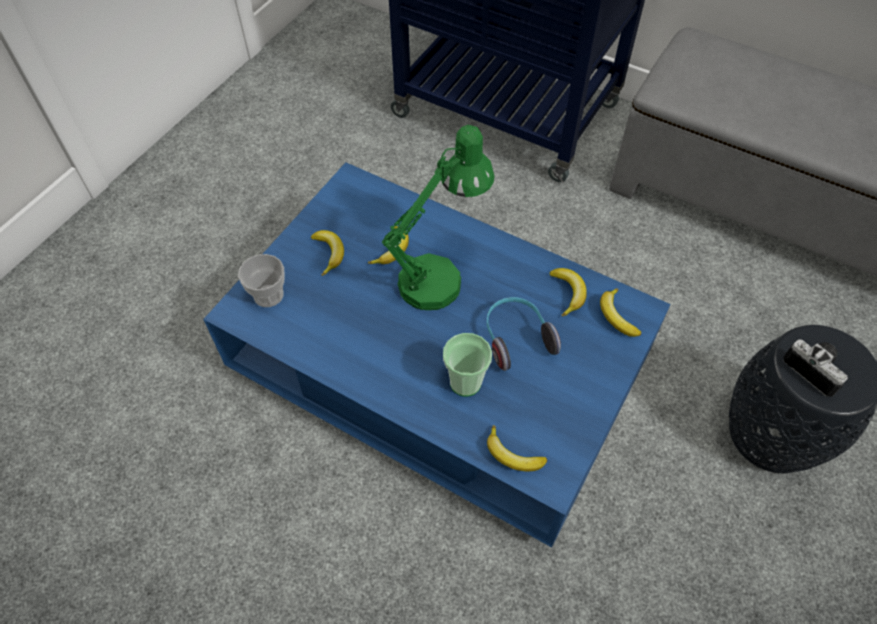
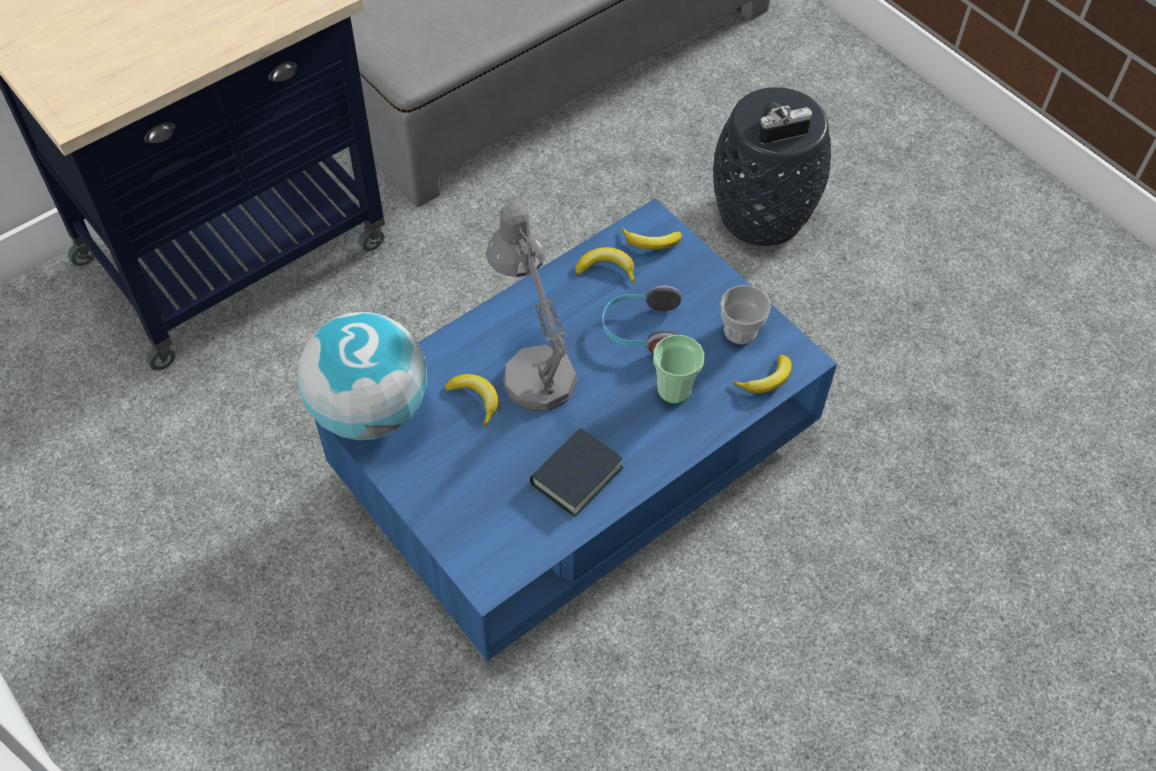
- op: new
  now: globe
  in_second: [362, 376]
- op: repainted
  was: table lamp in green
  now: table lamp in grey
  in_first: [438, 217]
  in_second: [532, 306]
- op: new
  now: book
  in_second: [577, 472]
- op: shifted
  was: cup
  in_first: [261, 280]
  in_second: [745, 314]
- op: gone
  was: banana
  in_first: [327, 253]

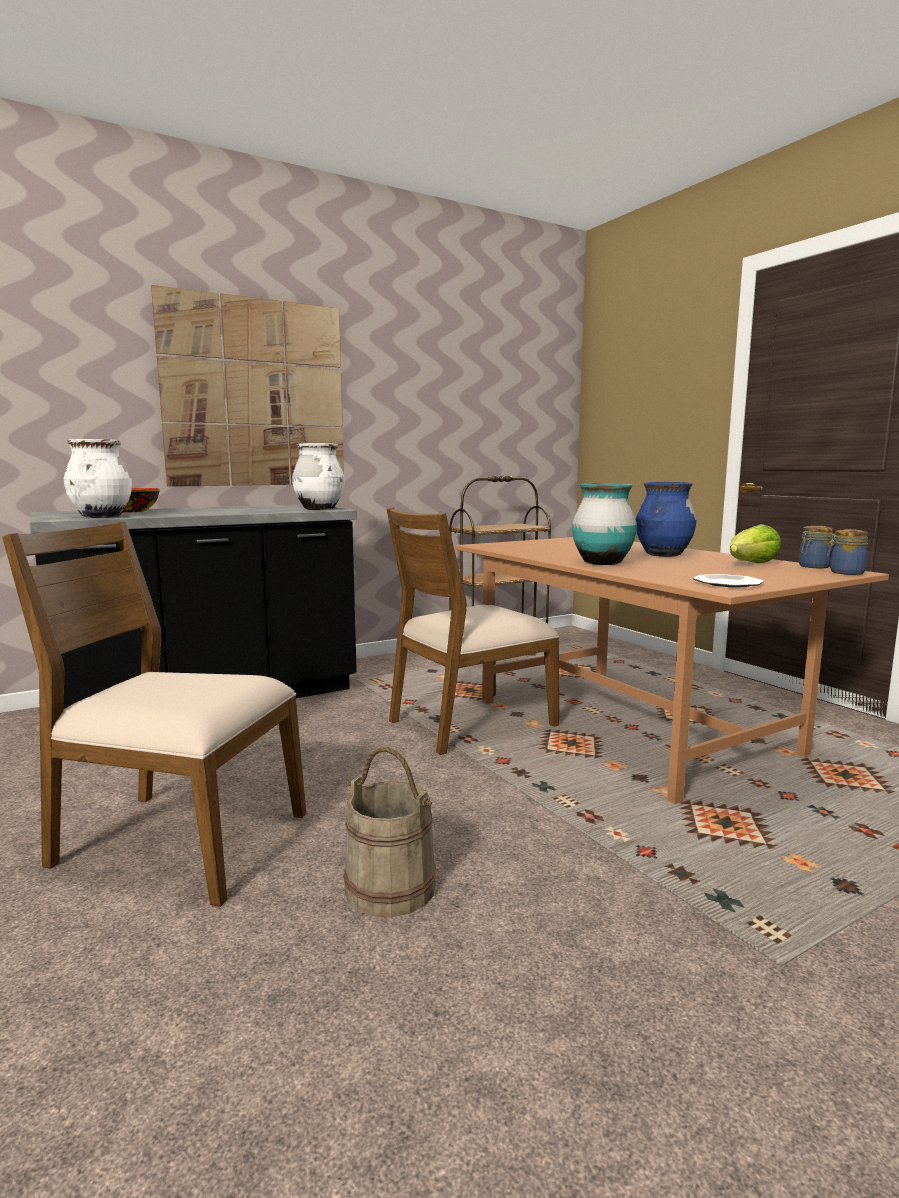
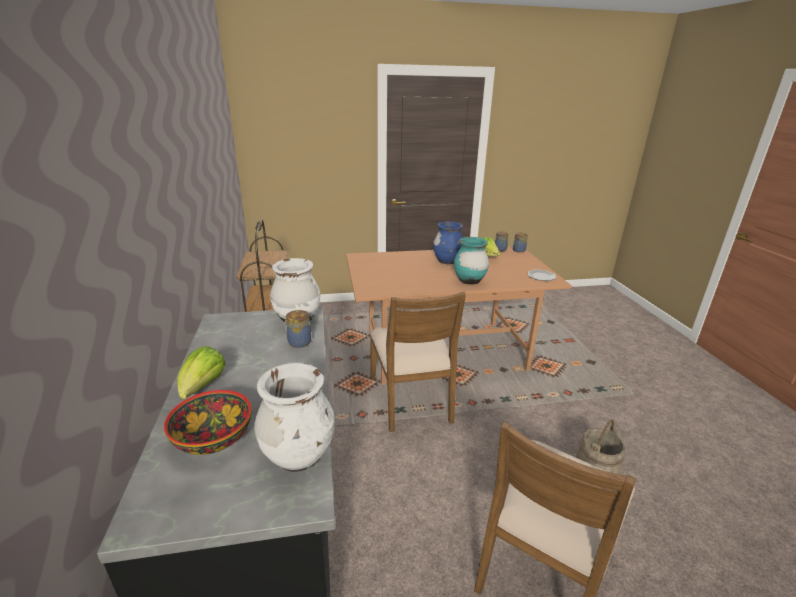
- op: new
  now: lettuce
  in_second: [201, 372]
- op: new
  now: jar
  in_second: [297, 329]
- op: gone
  was: picture
  in_first: [247, 386]

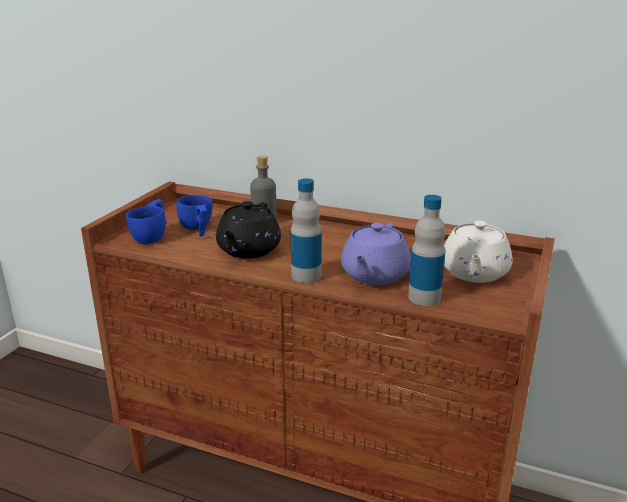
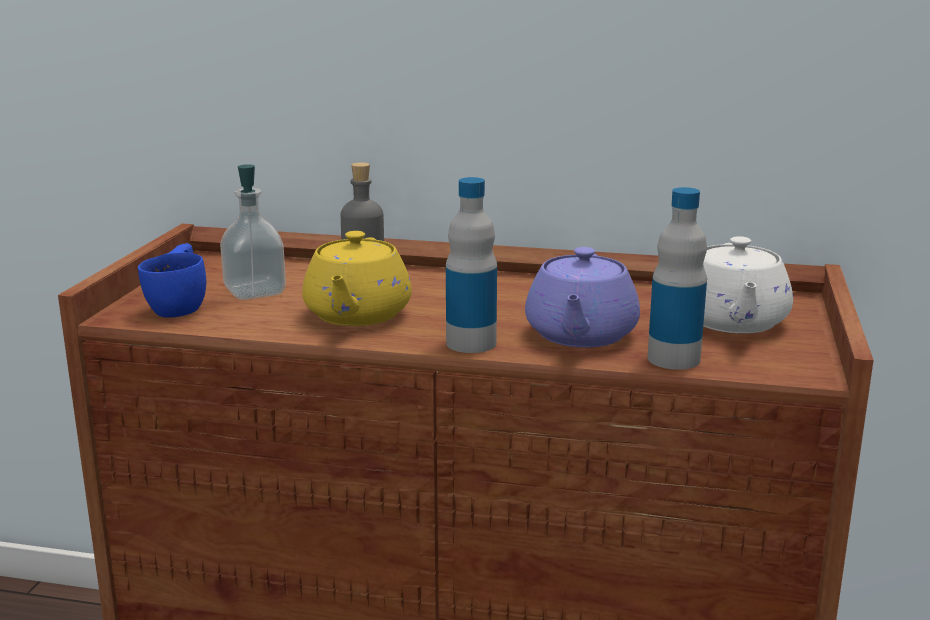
- op: swapped
  was: cup in blue
  now: soap dispenser
  in_first: [194, 216]
  in_second: [253, 232]
- op: repainted
  was: teapot in black
  now: teapot in yellow
  in_first: [248, 230]
  in_second: [357, 278]

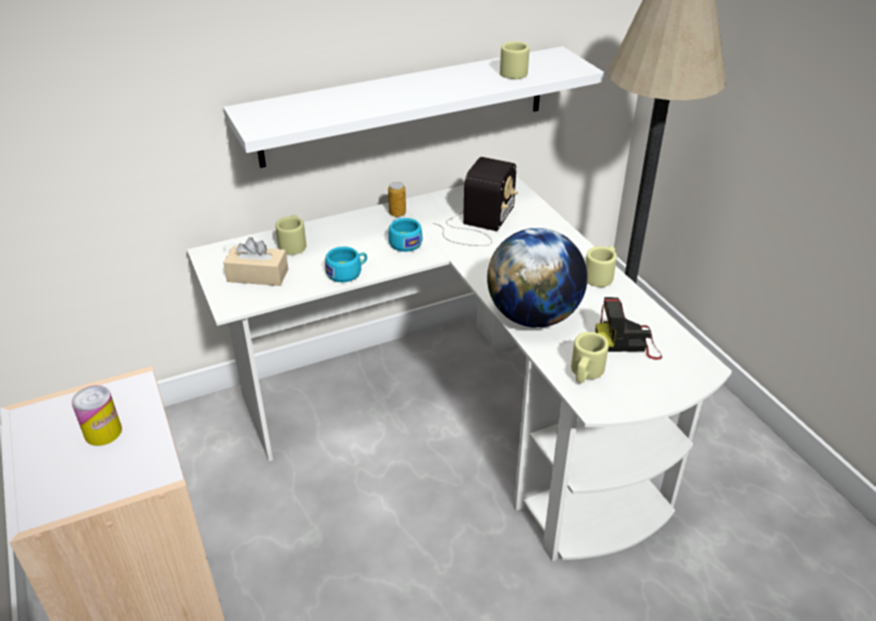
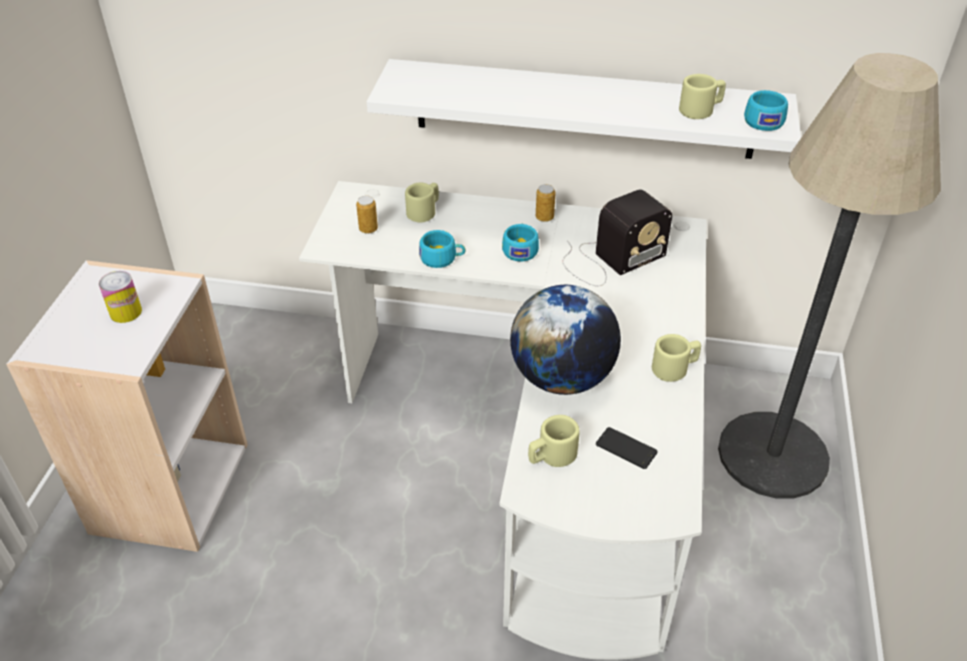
- op: swapped
  was: tissue box in beige
  now: can
  in_first: [255, 261]
  in_second: [367, 215]
- op: swapped
  was: photo camera
  now: phone
  in_first: [629, 328]
  in_second: [627, 448]
- op: new
  now: cup in turquoise
  in_second: [766, 110]

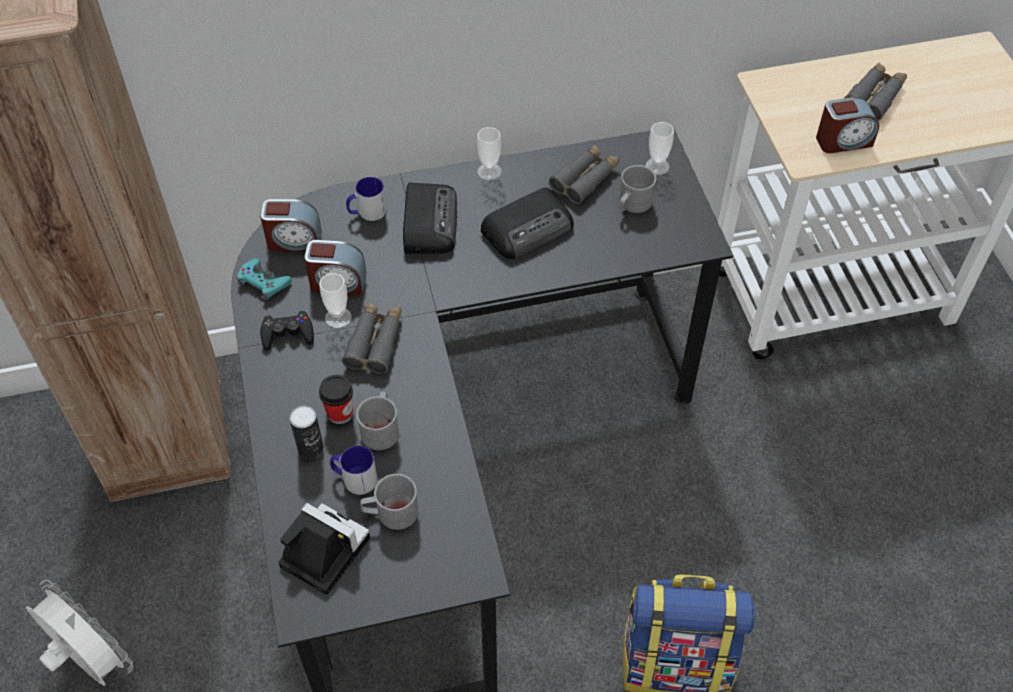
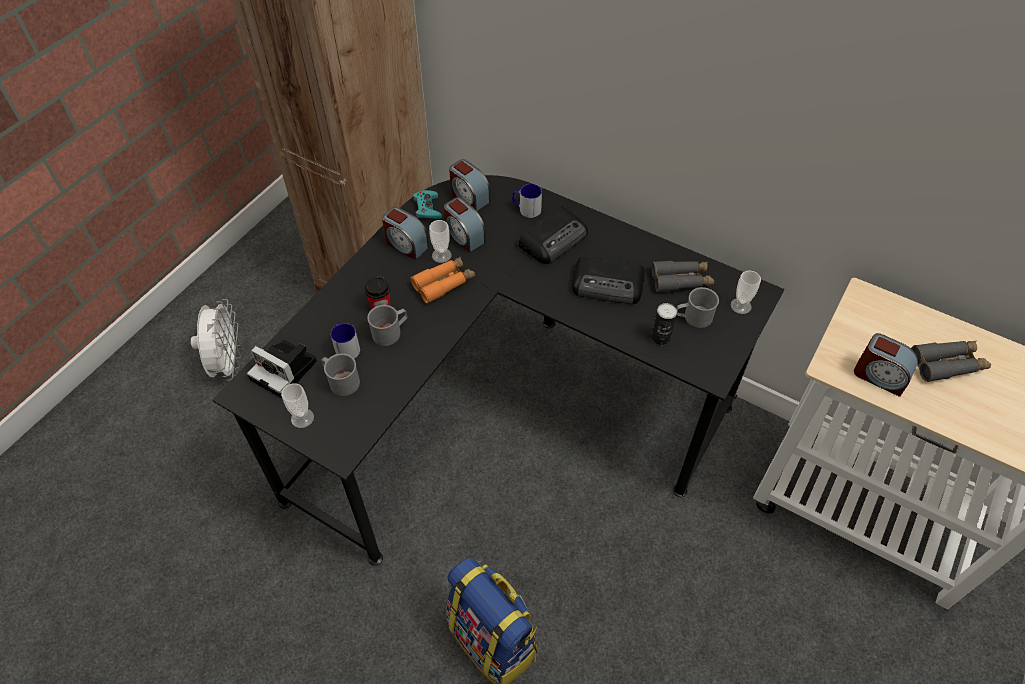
- op: rotated
  was: photo camera
  in_first: [324, 549]
  in_second: [282, 369]
  clockwise: 135
- op: shifted
  was: cup
  in_first: [489, 153]
  in_second: [297, 405]
- op: swapped
  was: game controller in black
  now: alarm clock
  in_first: [287, 330]
  in_second: [405, 233]
- op: repainted
  was: binoculars in grey
  now: binoculars in orange
  in_first: [372, 338]
  in_second: [443, 280]
- op: shifted
  was: can
  in_first: [306, 432]
  in_second: [664, 324]

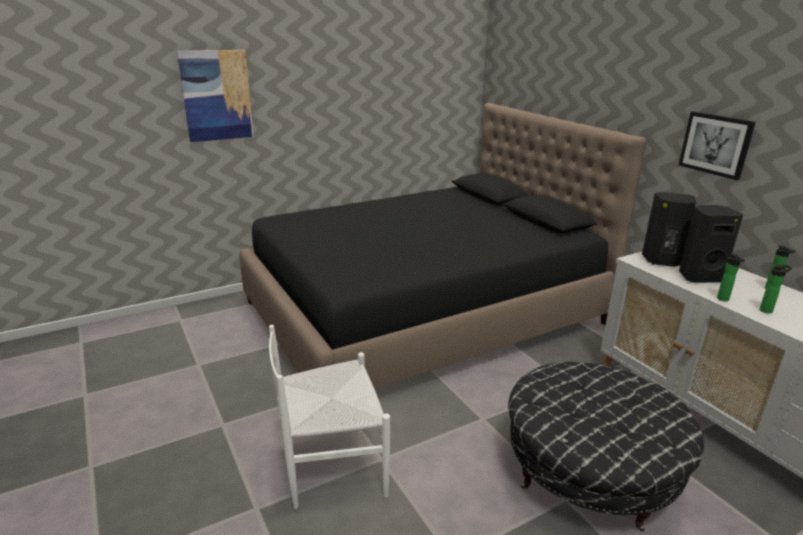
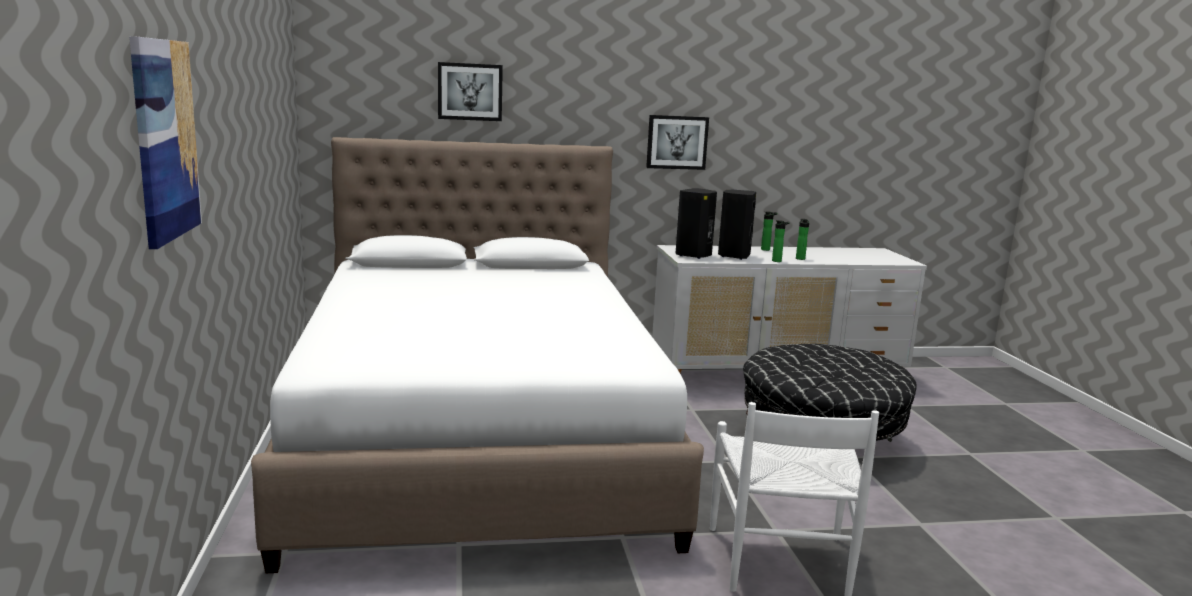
- op: repainted
  was: bed in black
  now: bed in white
  in_first: [443, 246]
  in_second: [477, 355]
- op: new
  now: picture
  in_second: [470, 91]

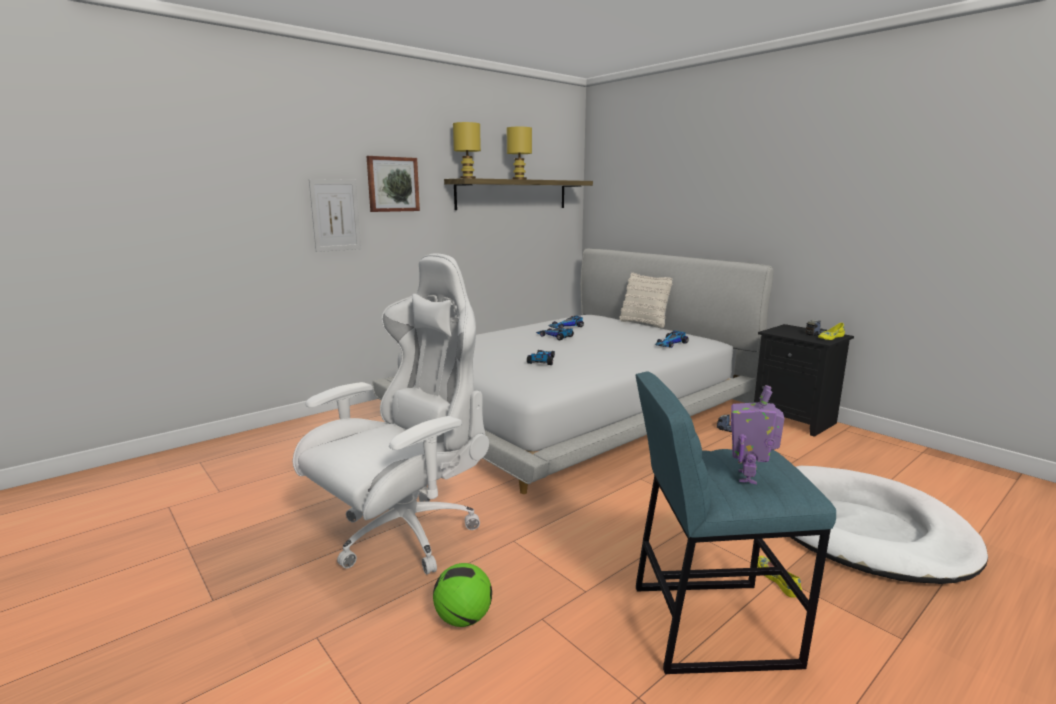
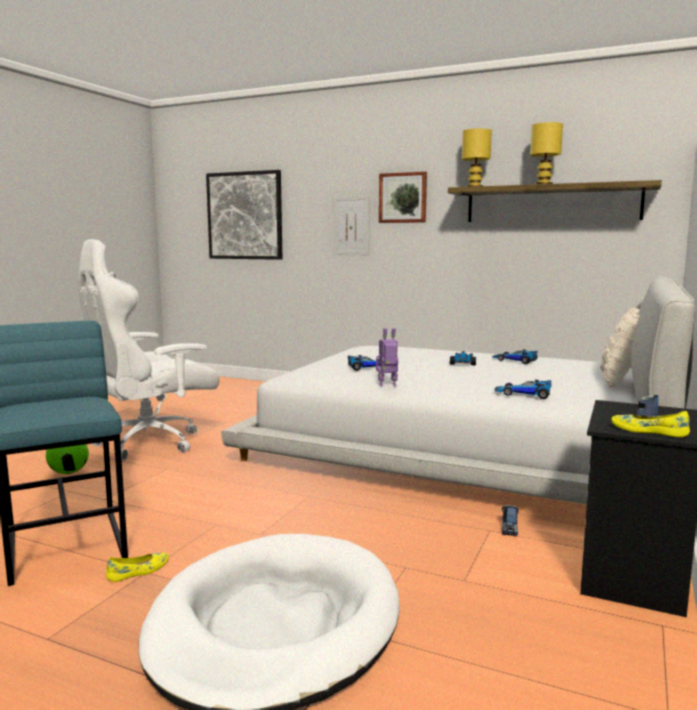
- op: rotated
  was: office chair in white
  in_first: [391, 414]
  in_second: [148, 350]
  clockwise: 120
- op: new
  now: picture
  in_second: [244, 215]
- op: shifted
  was: toy robot
  in_first: [757, 434]
  in_second: [387, 357]

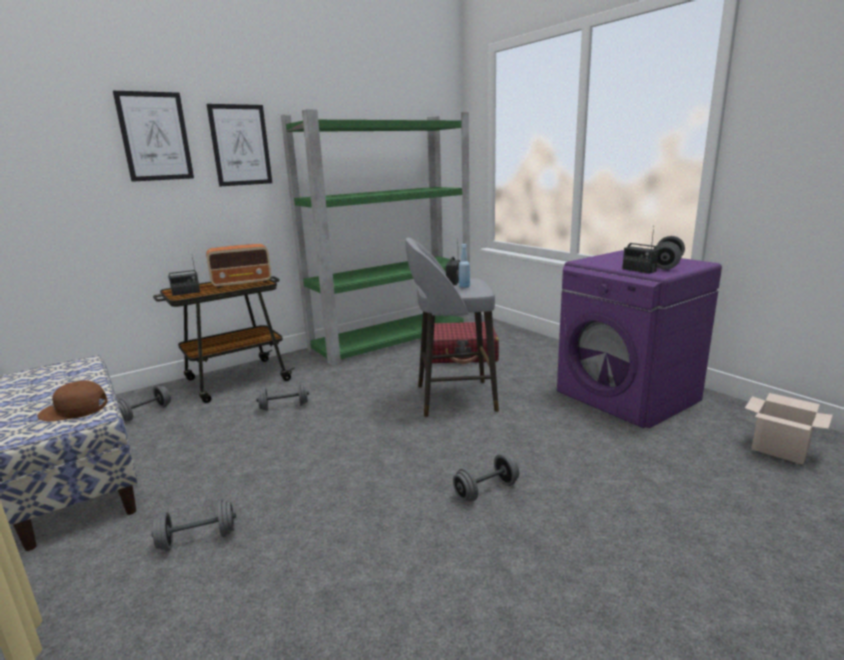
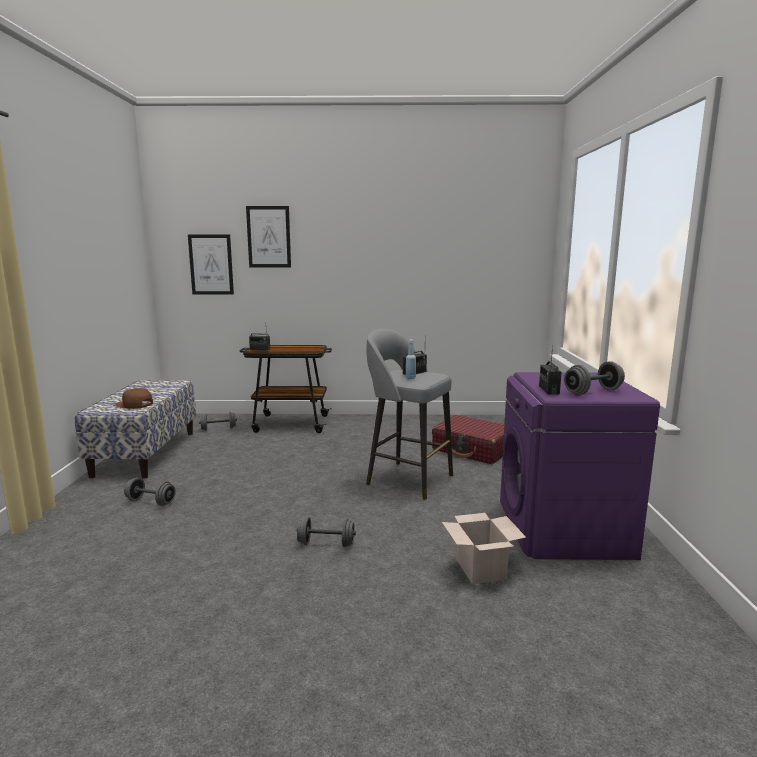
- op: shifted
  was: picture
  in_first: [239, 145]
  in_second: [211, 264]
- op: shifted
  was: cardboard box
  in_first: [789, 428]
  in_second: [484, 548]
- op: gone
  was: radio
  in_first: [238, 266]
- op: gone
  was: dumbbell in grey
  in_first: [282, 396]
- op: gone
  was: bookcase in green
  in_first: [375, 238]

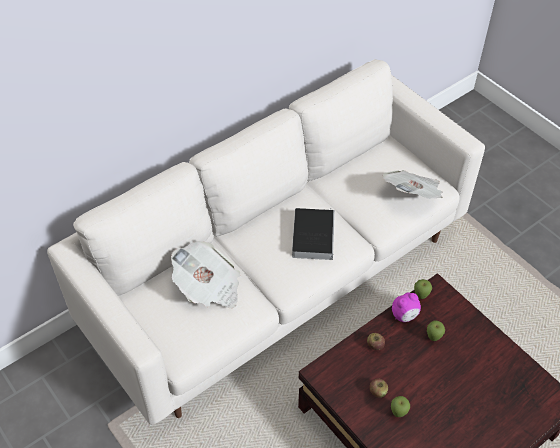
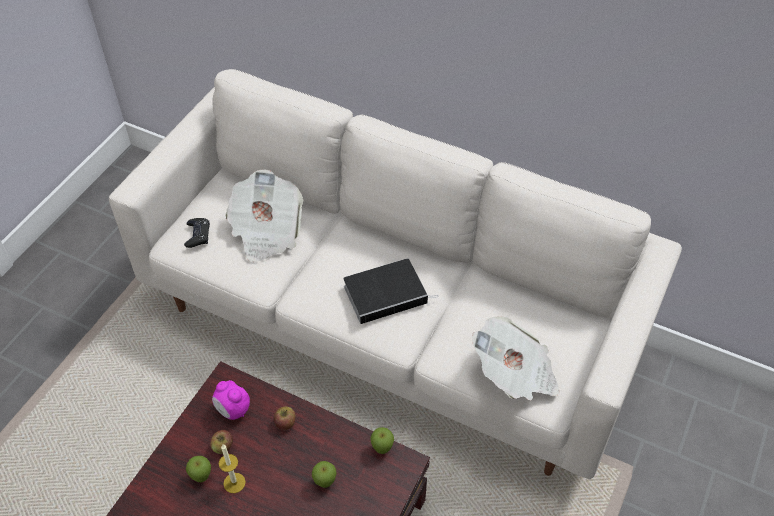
- op: new
  now: game controller in black
  in_second: [197, 233]
- op: shifted
  was: alarm clock
  in_first: [406, 307]
  in_second: [231, 400]
- op: new
  now: candle
  in_second: [232, 469]

